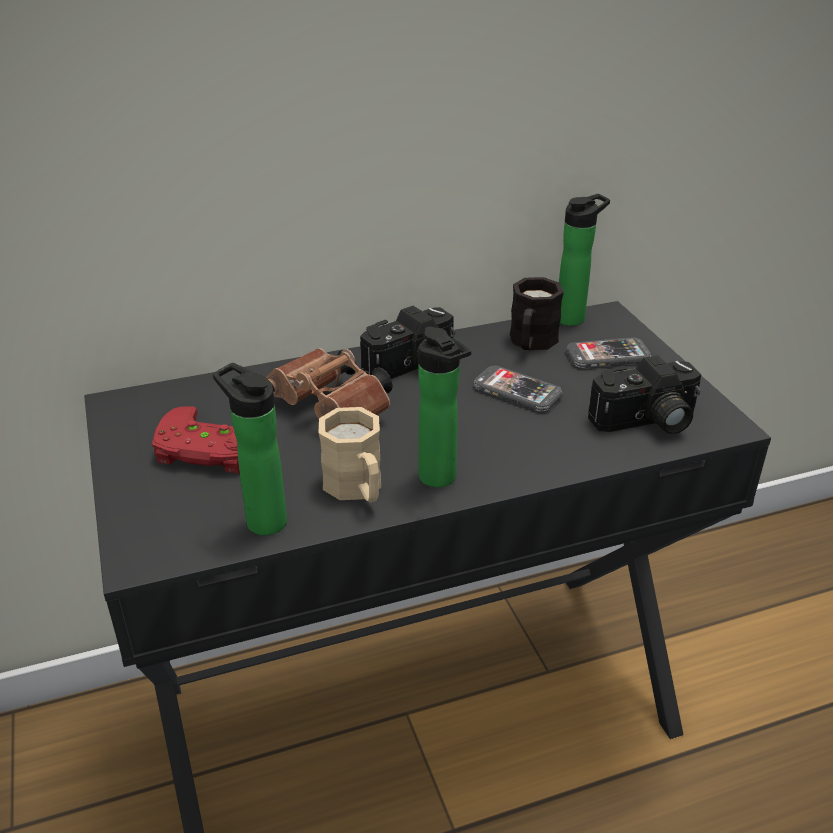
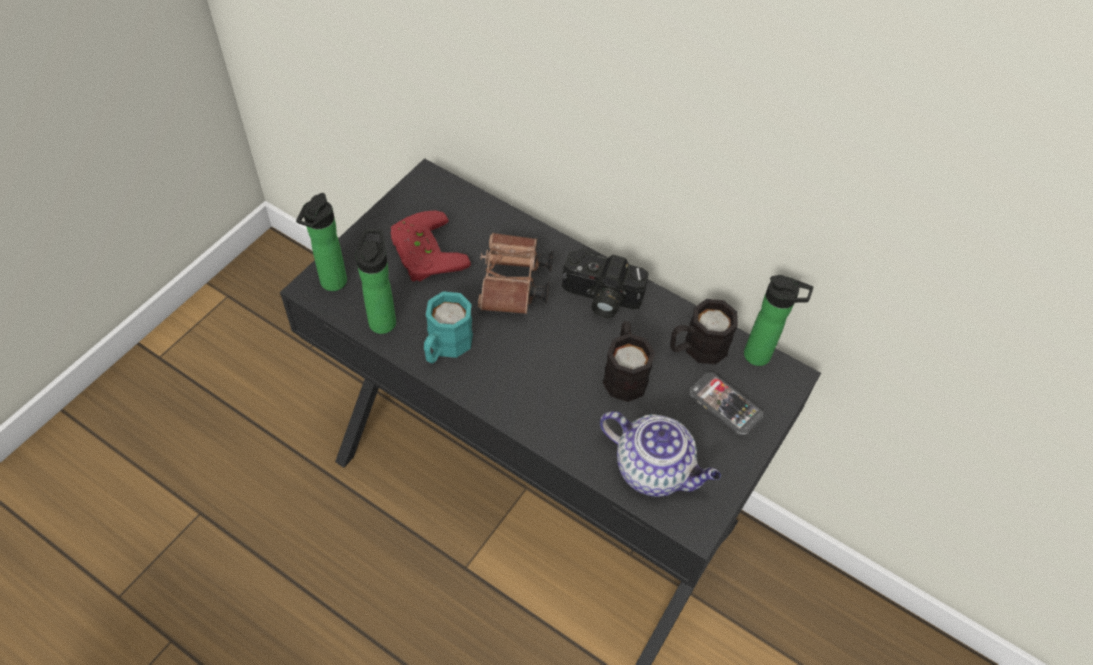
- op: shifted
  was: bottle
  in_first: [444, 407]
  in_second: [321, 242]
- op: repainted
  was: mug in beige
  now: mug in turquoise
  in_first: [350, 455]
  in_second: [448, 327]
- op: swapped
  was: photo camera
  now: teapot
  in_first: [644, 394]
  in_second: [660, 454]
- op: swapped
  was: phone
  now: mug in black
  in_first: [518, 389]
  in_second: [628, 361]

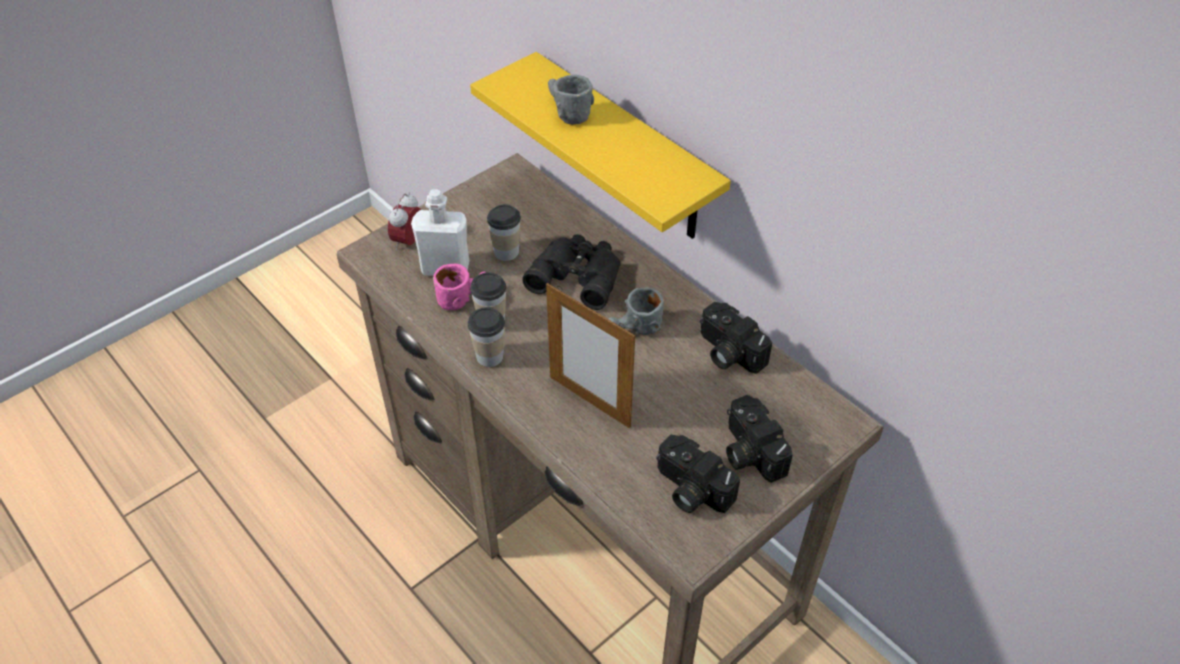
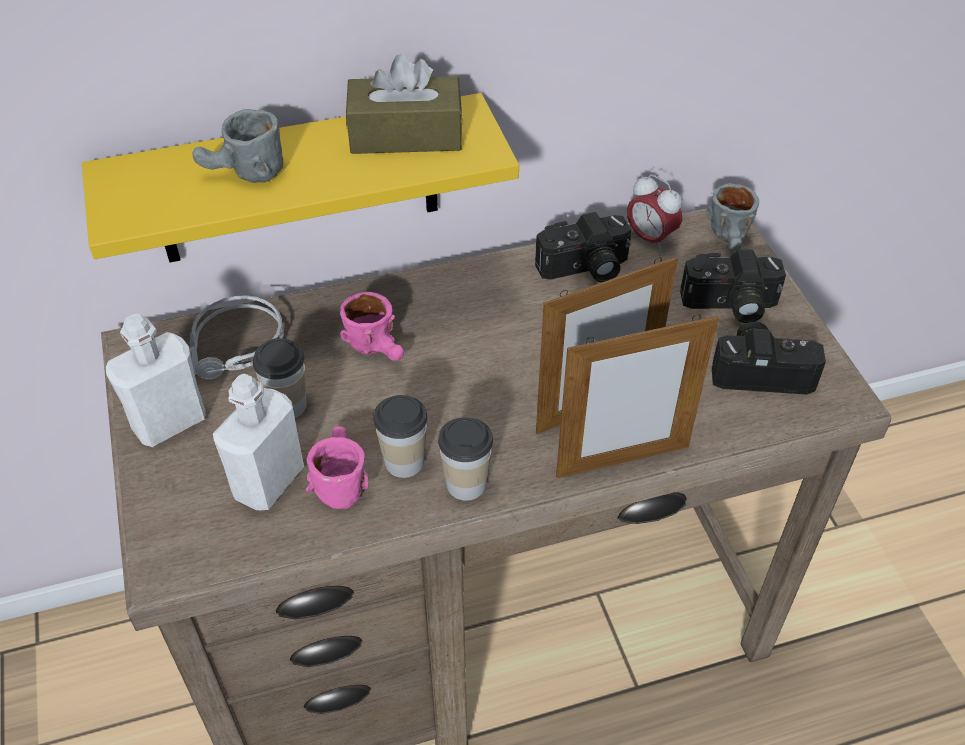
- op: new
  now: bottle in white
  in_second: [156, 380]
- op: new
  now: headphones in grey
  in_second: [236, 337]
- op: swapped
  was: binoculars in black
  now: mug in pink
  in_first: [571, 272]
  in_second: [372, 326]
- op: new
  now: tissue box in brown
  in_second: [404, 104]
- op: new
  now: picture frame
  in_second: [637, 396]
- op: shifted
  was: alarm clock
  in_first: [404, 221]
  in_second: [654, 213]
- op: shifted
  was: mug in grey
  in_first: [636, 311]
  in_second: [733, 217]
- op: rotated
  was: photo camera
  in_first: [698, 474]
  in_second: [769, 358]
  clockwise: -150

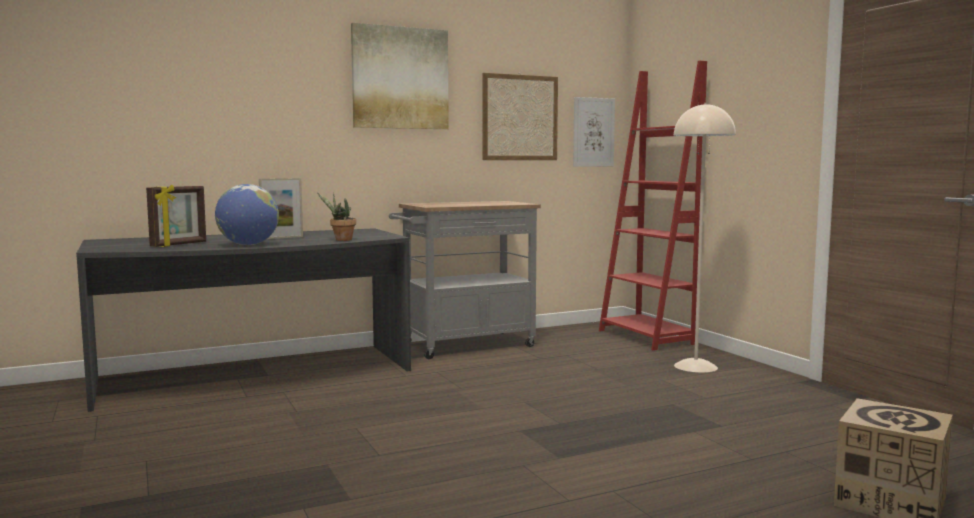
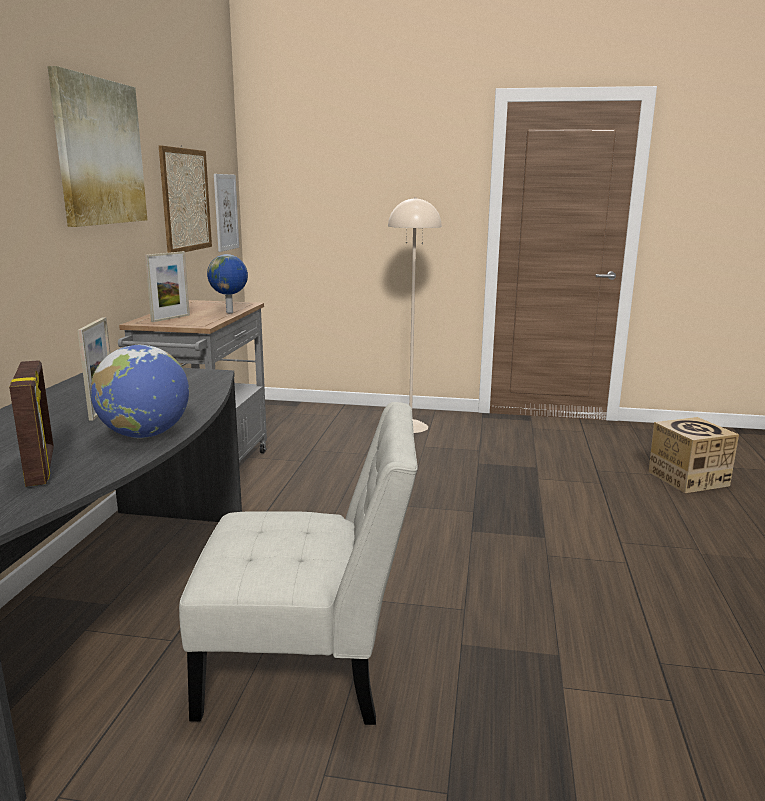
- op: new
  now: picture frame
  in_second: [167, 286]
- op: new
  now: chair in white
  in_second: [298, 563]
- op: new
  now: globe
  in_second: [227, 283]
- op: gone
  was: potted plant
  in_first: [336, 216]
- op: gone
  was: bookcase in red
  in_first: [653, 205]

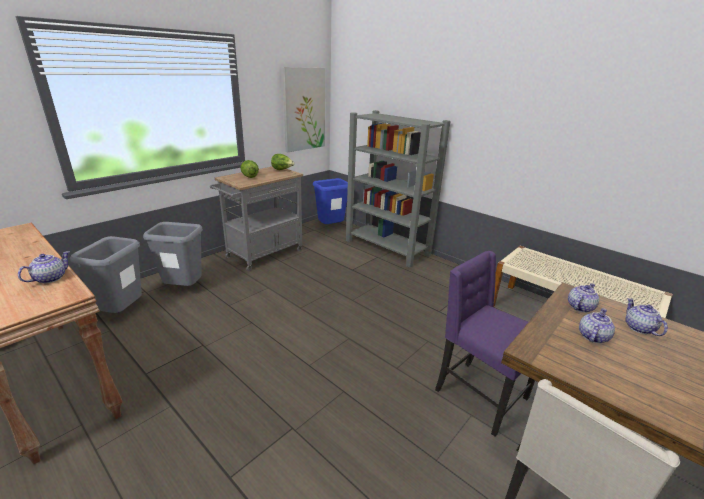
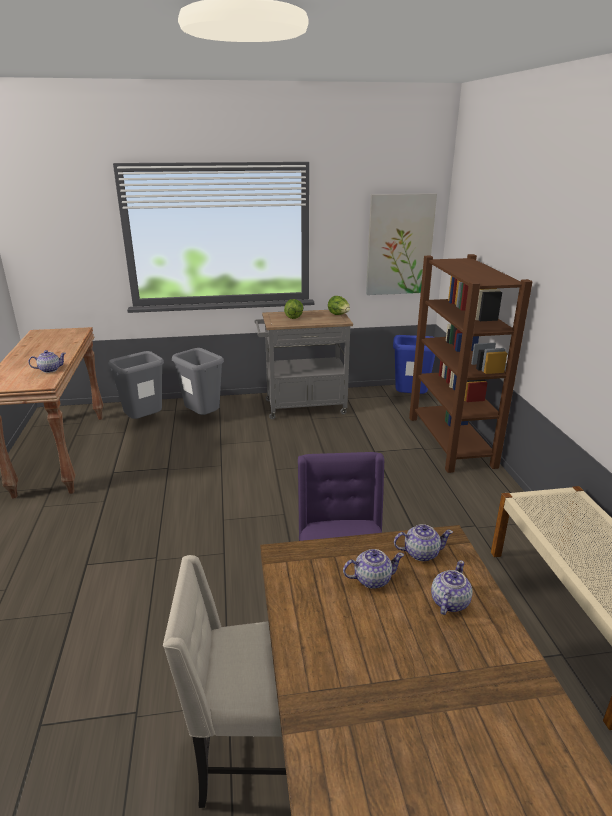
- op: repainted
  was: bookcase in grey
  now: bookcase in brown
  in_first: [398, 189]
  in_second: [471, 363]

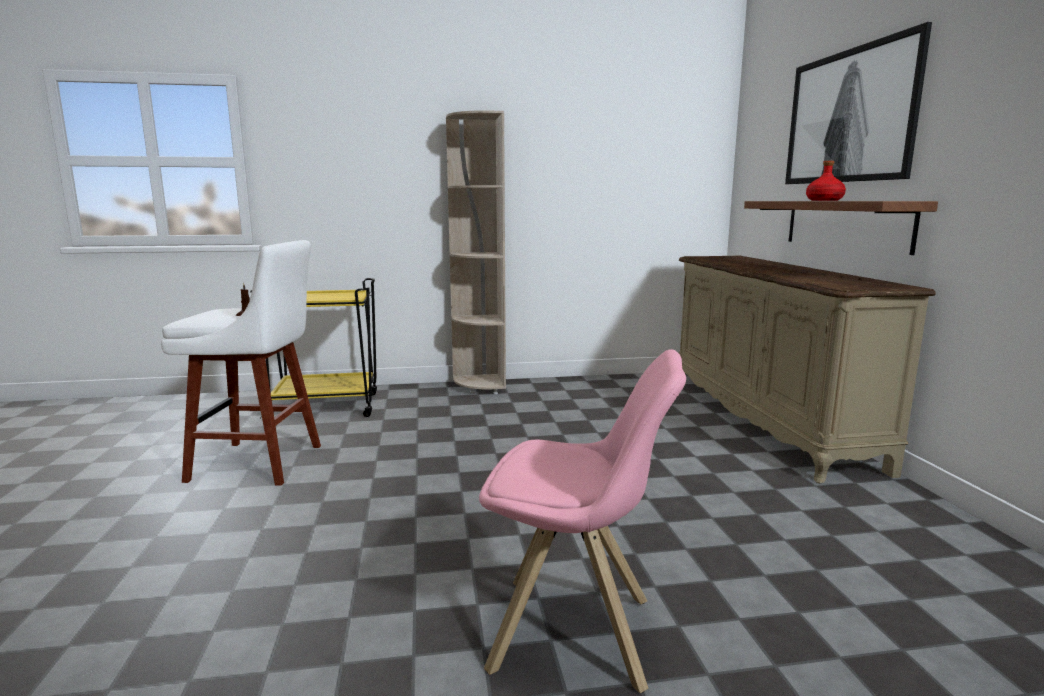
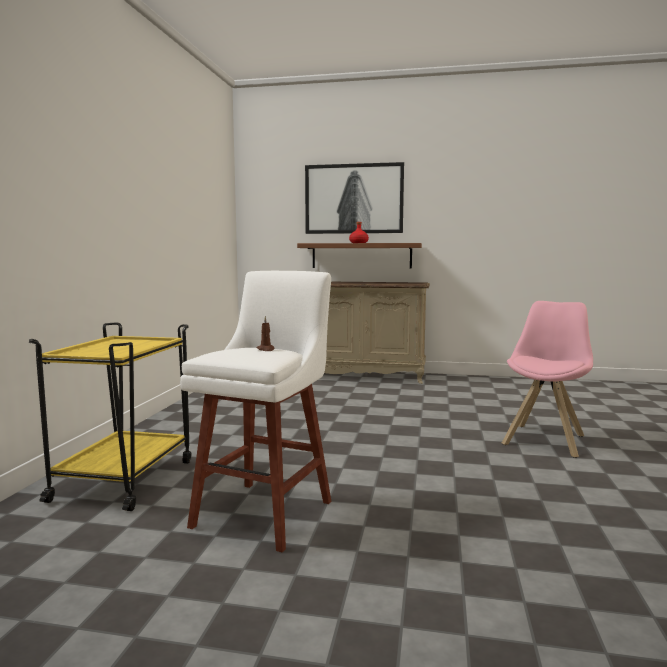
- op: gone
  was: bookcase in beige
  in_first: [476, 252]

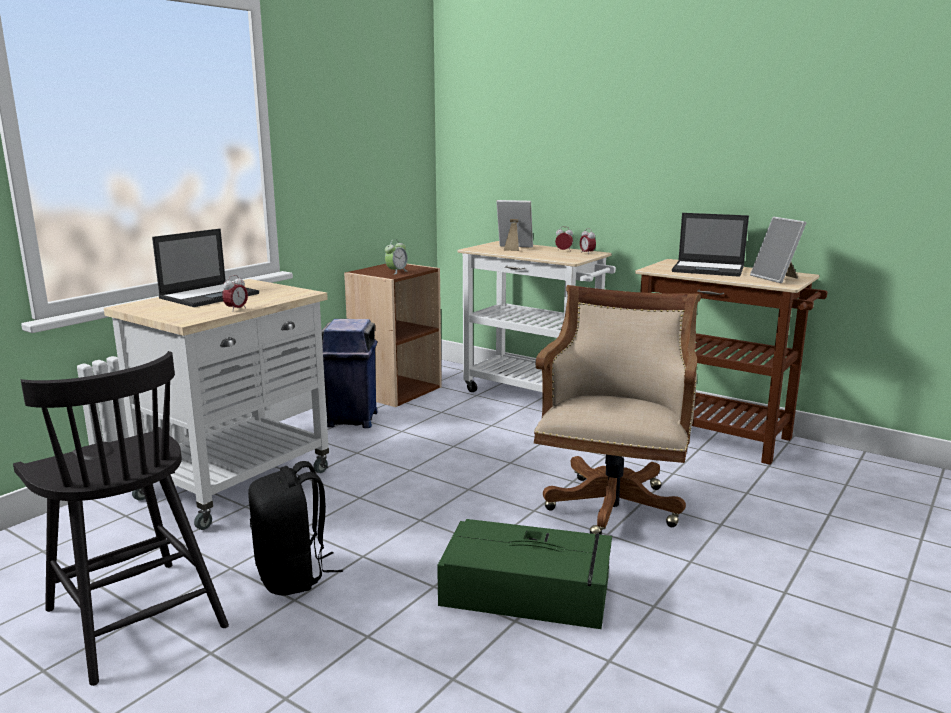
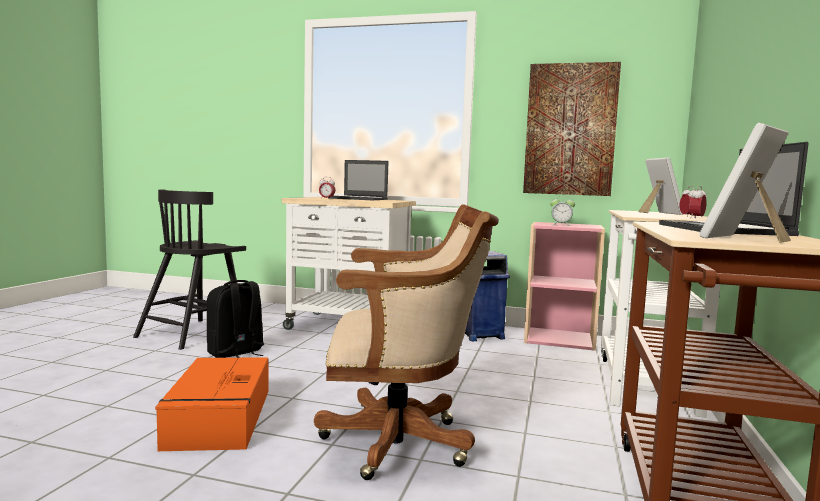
- op: repainted
  was: storage box in green
  now: storage box in orange
  in_first: [524, 574]
  in_second: [212, 404]
- op: new
  now: picture
  in_second: [572, 129]
- op: repainted
  was: bookcase in brown
  now: bookcase in pink
  in_first: [393, 335]
  in_second: [564, 286]

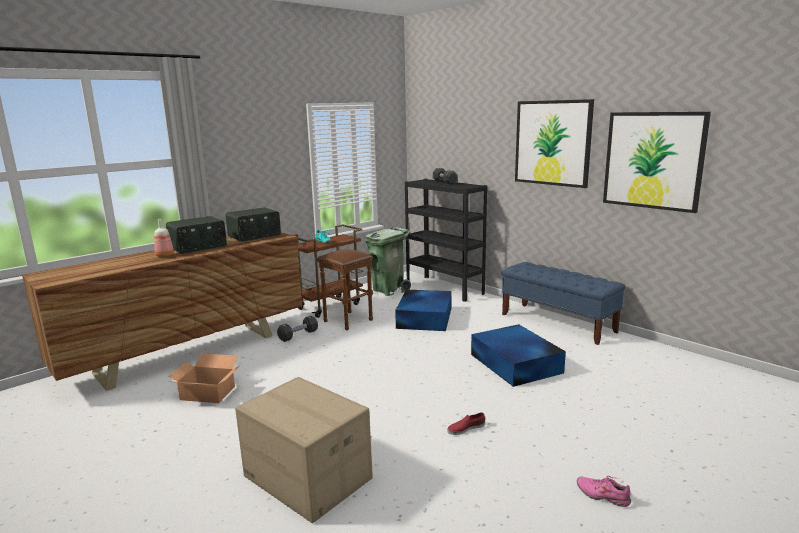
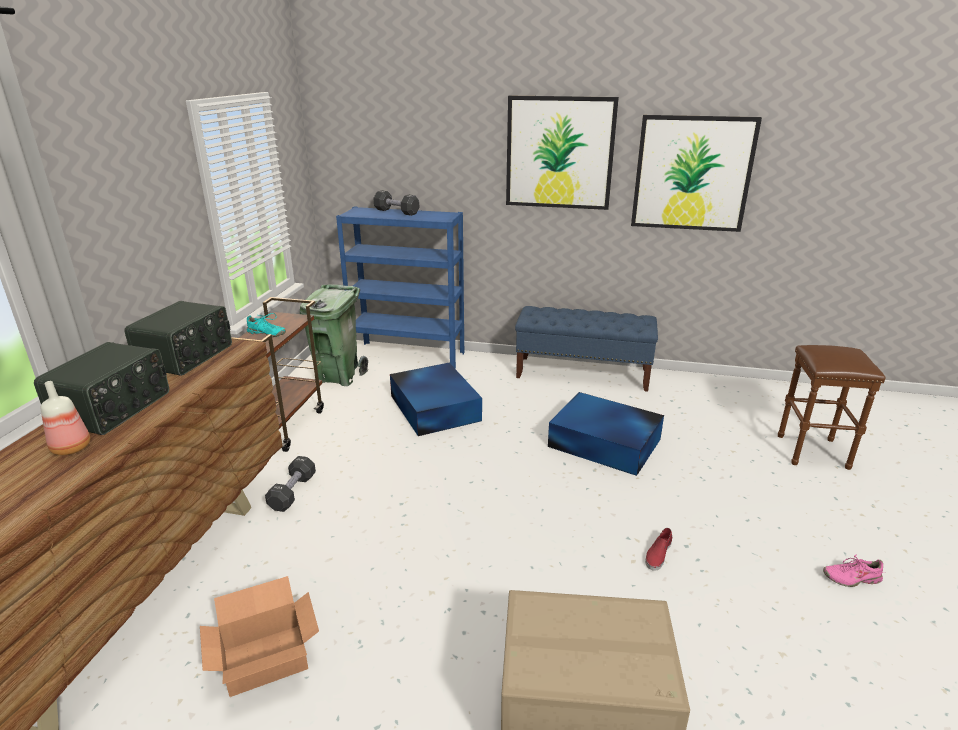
- op: repainted
  was: bookcase in black
  now: bookcase in blue
  in_first: [446, 240]
  in_second: [400, 287]
- op: shifted
  was: stool in brown
  in_first: [345, 289]
  in_second: [831, 407]

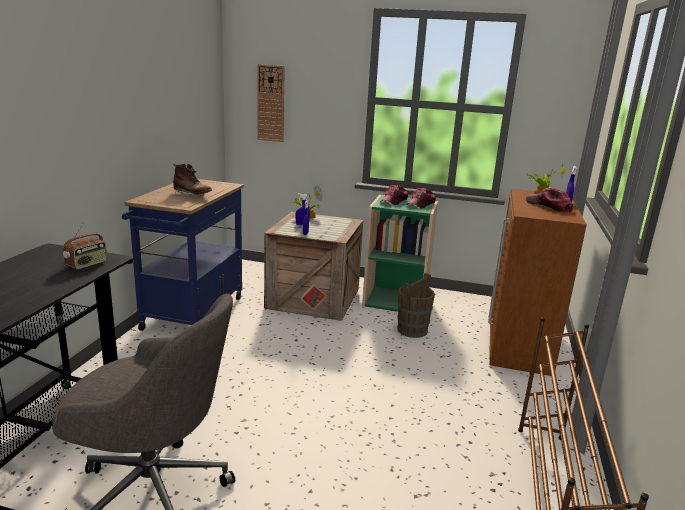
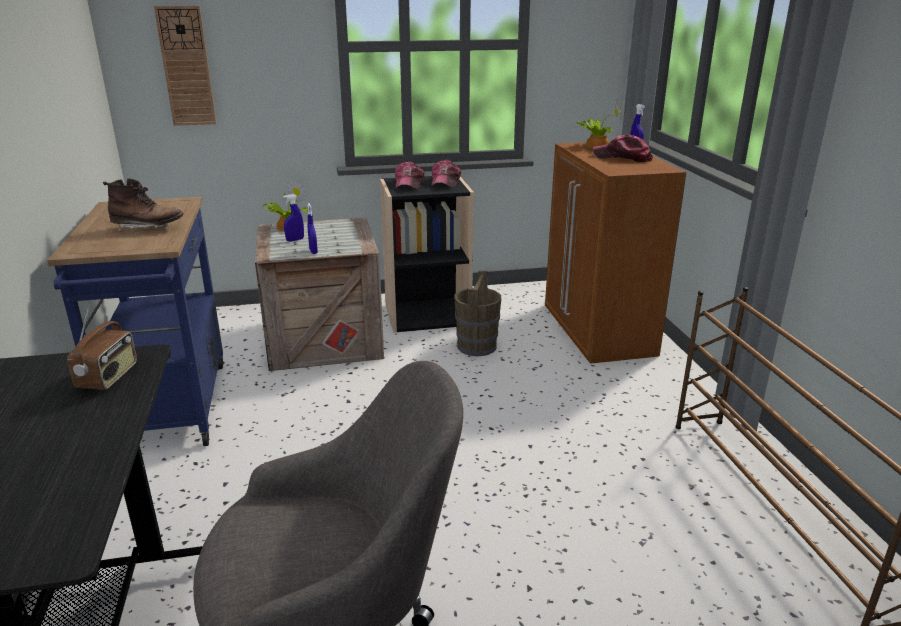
- op: repainted
  was: bookcase in green
  now: bookcase in black
  in_first: [400, 253]
  in_second: [427, 254]

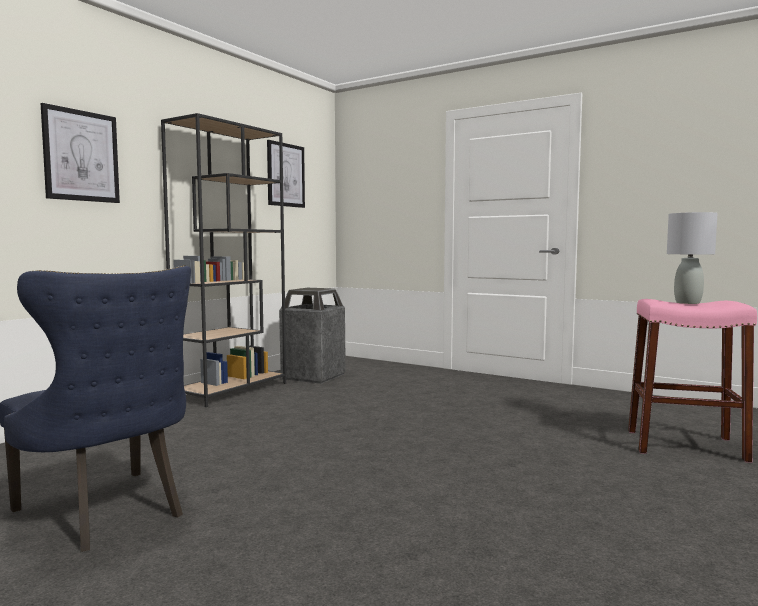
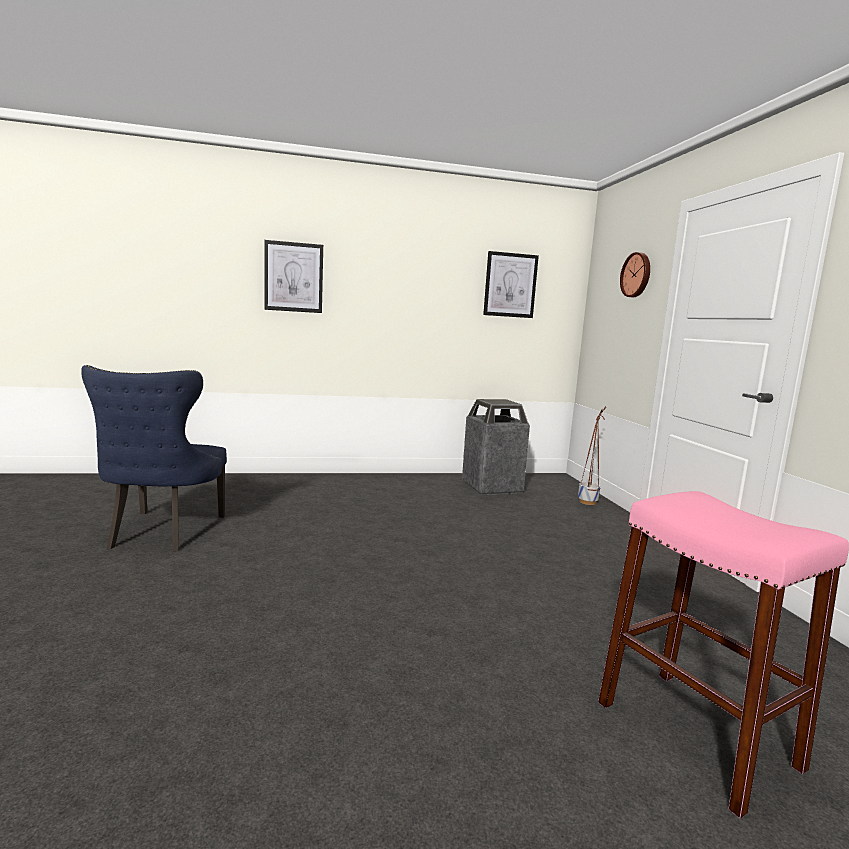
- op: new
  now: planter
  in_second: [592, 455]
- op: new
  now: wall clock
  in_second: [635, 274]
- op: gone
  was: bookcase
  in_first: [223, 260]
- op: gone
  was: table lamp in grey
  in_first: [692, 258]

